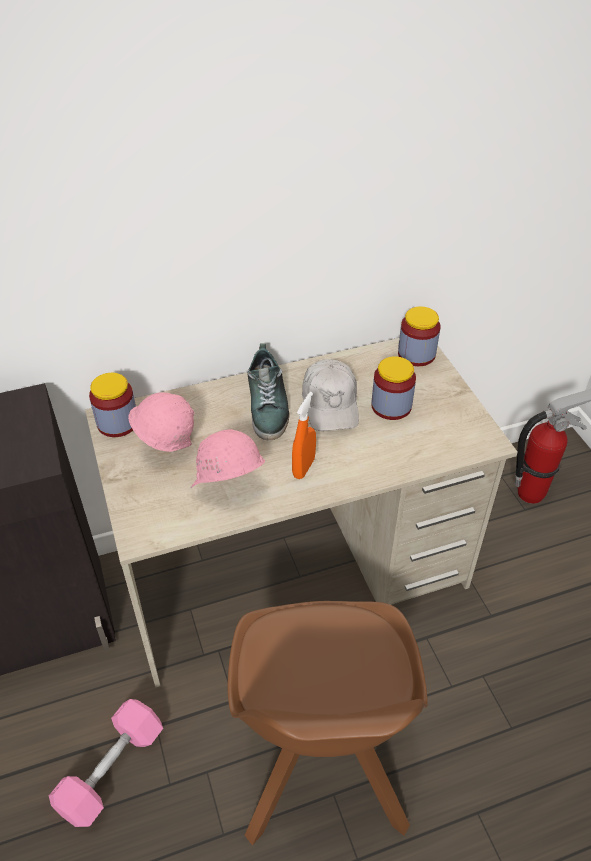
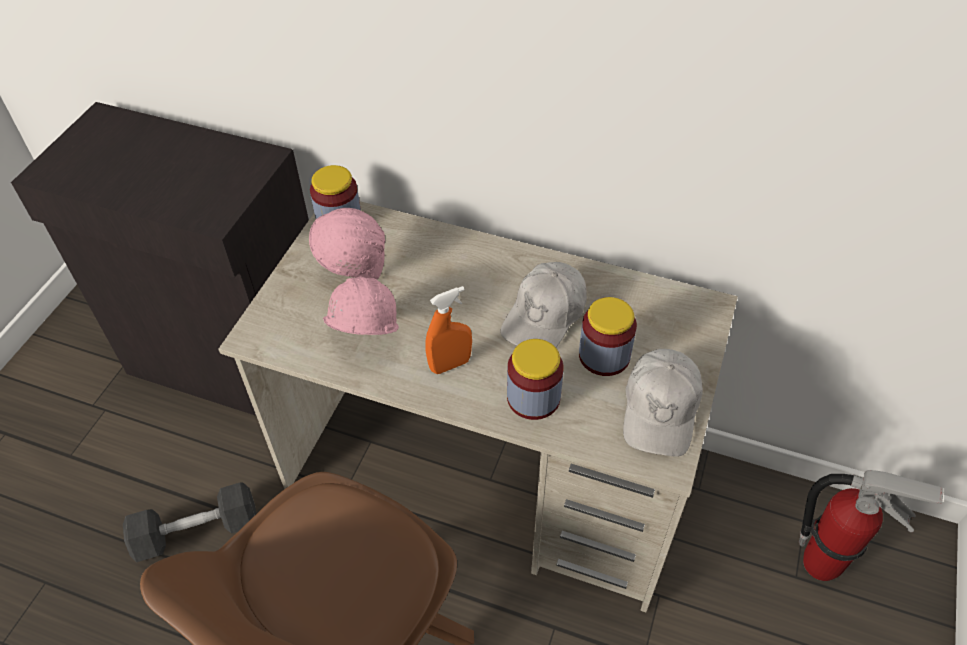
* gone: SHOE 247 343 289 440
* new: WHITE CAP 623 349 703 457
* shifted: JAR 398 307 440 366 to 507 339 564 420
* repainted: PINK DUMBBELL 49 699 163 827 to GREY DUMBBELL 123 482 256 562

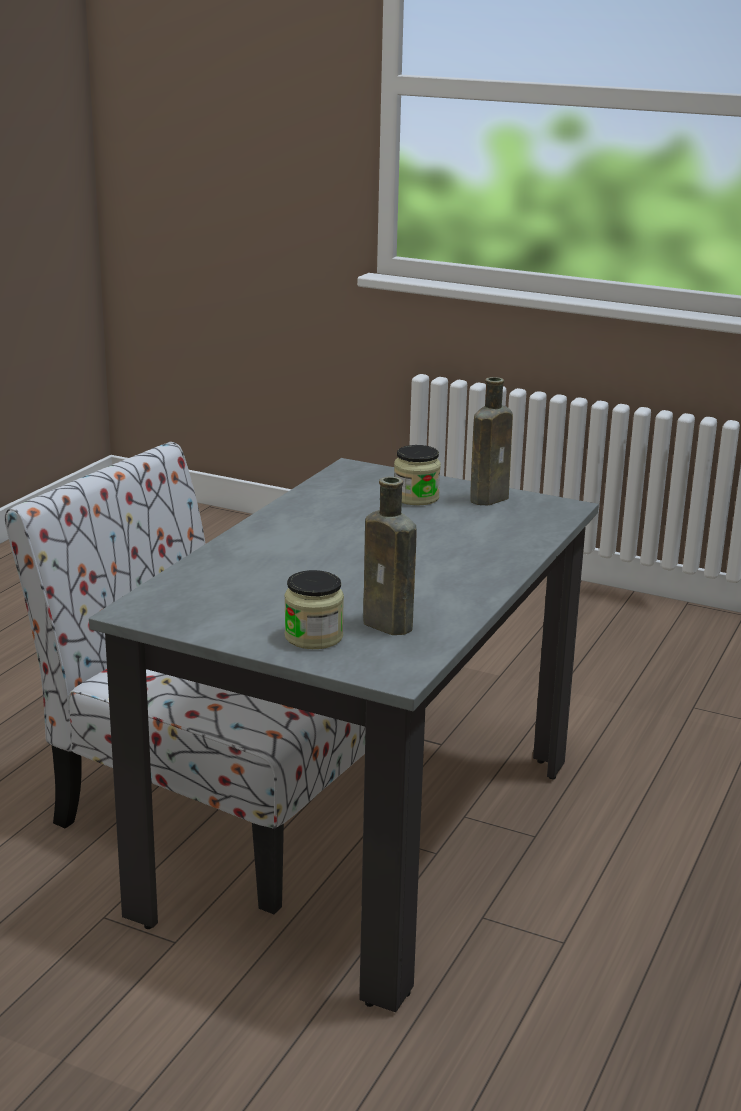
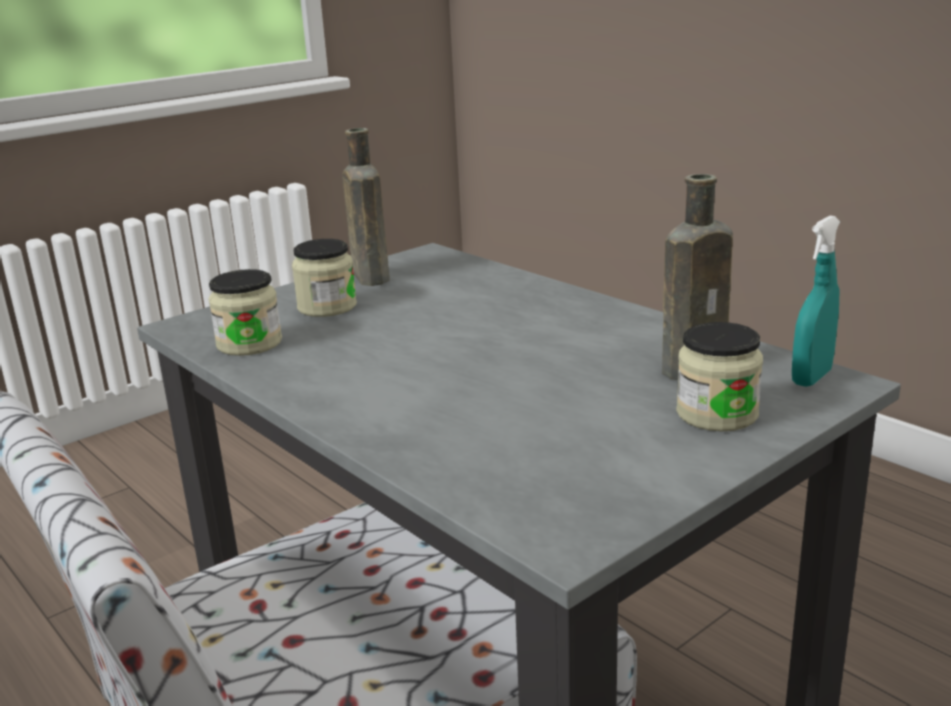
* new: JAR 208 269 282 356
* new: TURQUOISE SPRAY BOTTLE 792 216 840 387

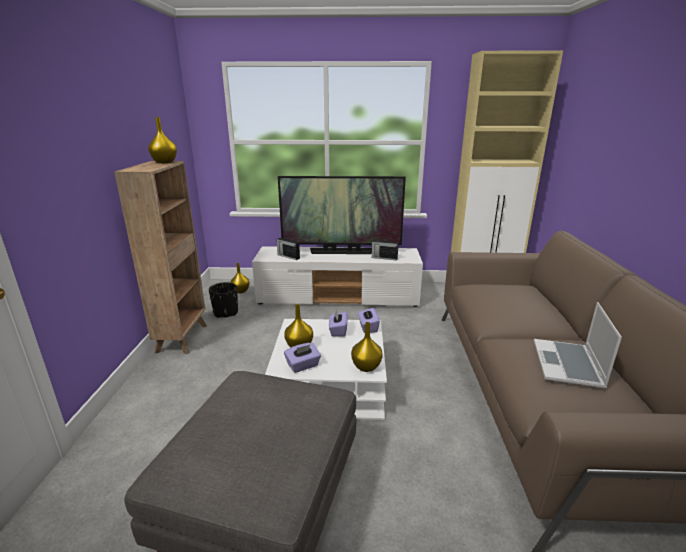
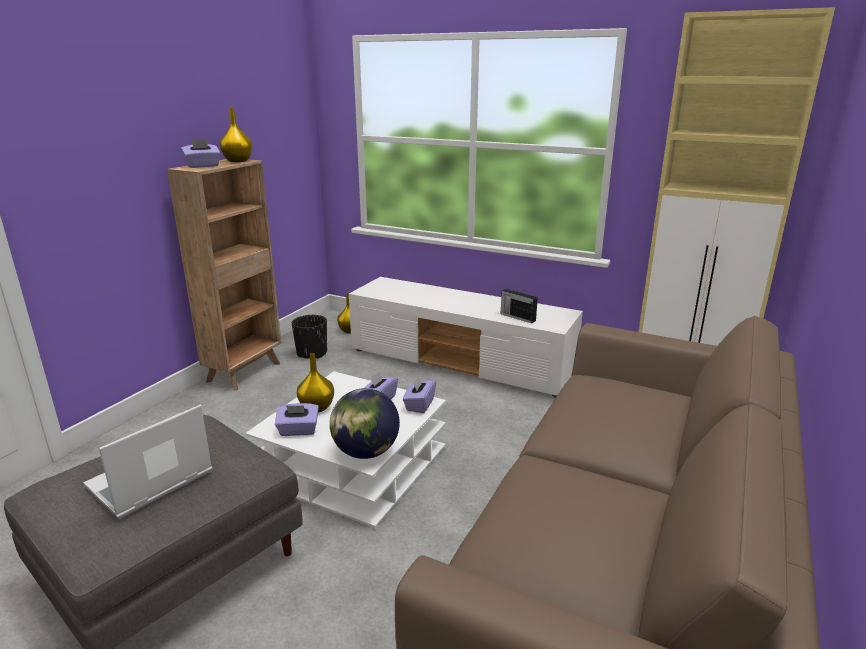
* gone: RADIO 277 238 300 260
* gone: TELEVISION 278 176 406 254
* new: PURPLE TISSUE BOX 181 139 220 168
* shifted: LAPTOP 534 302 622 388 to 83 404 213 519
* swapped: YELLOW VASE 351 322 383 372 to GLOBE 330 388 400 459

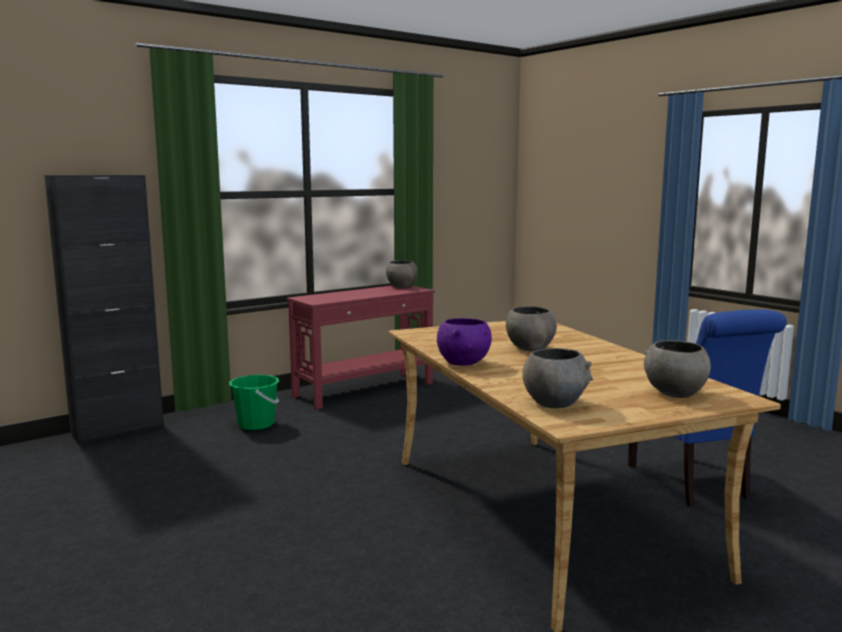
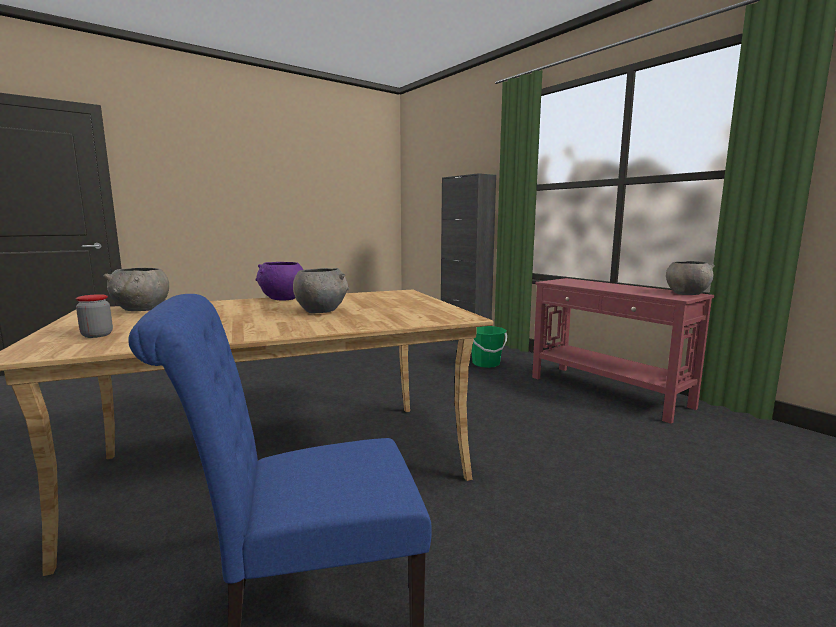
* swapped: GREY BOWL 644 340 711 398 to JAR 76 294 113 338

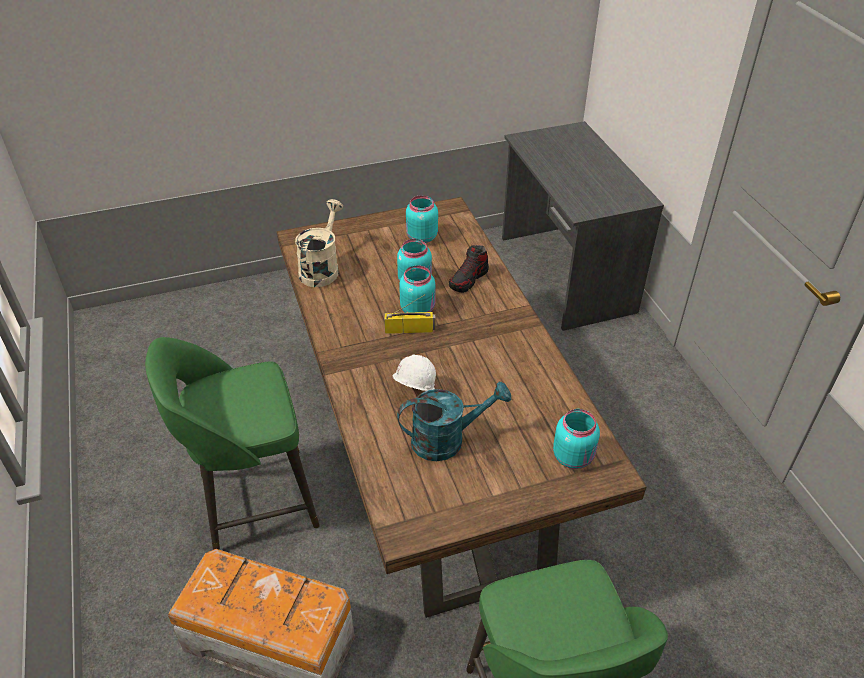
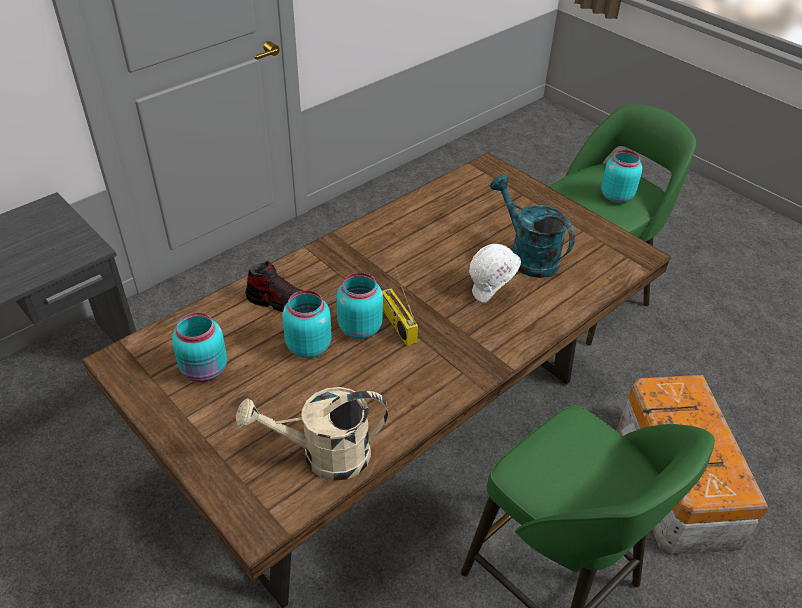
* shifted: TURQUOISE JAR 553 409 600 469 to 601 150 642 203

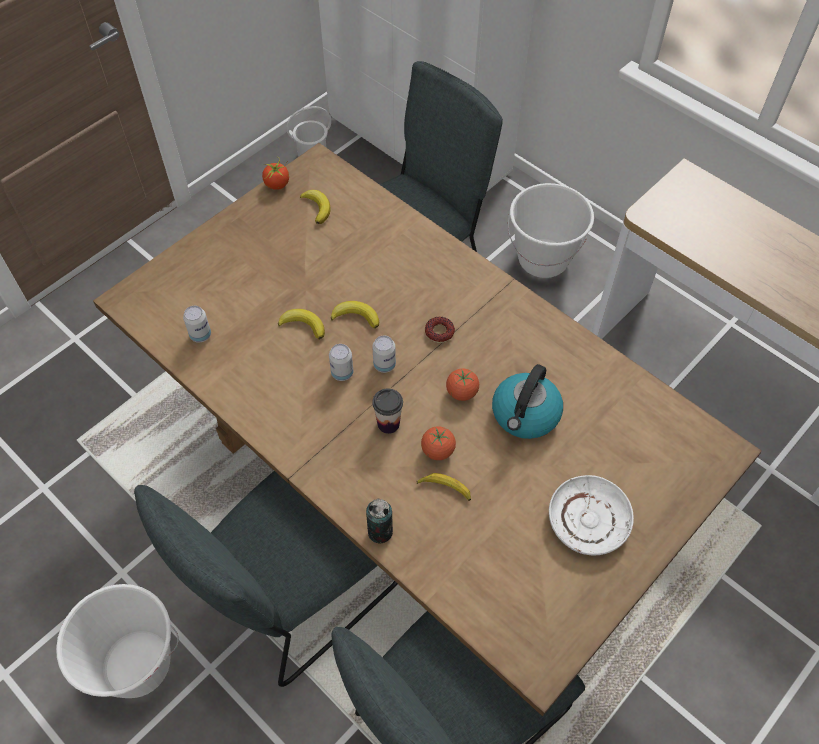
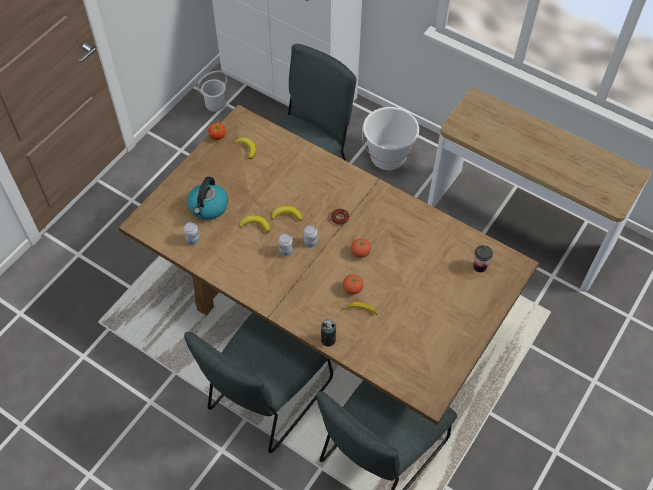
* gone: WHITE BUCKET 56 584 179 698
* gone: WHITE PLATE 549 475 634 555
* shifted: CUP 372 388 403 434 to 473 245 493 272
* shifted: KETTLE 492 364 563 439 to 187 176 228 220

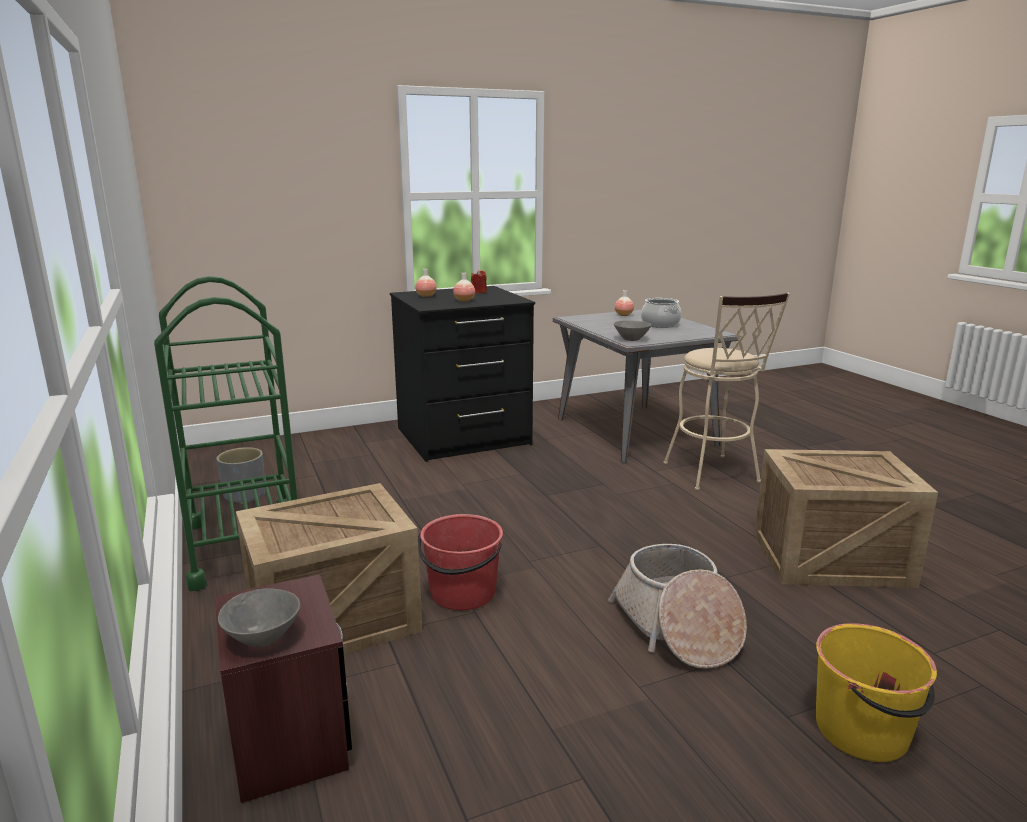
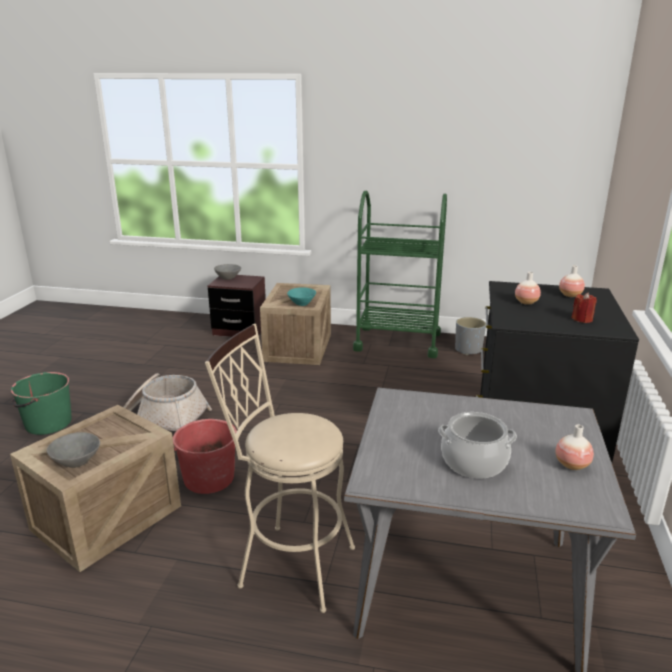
* new: TURQUOISE BOWL 287 287 316 306
* shifted: RED BUCKET 418 514 503 610 to 173 419 237 494
* shifted: GREY BOWL 614 320 651 341 to 47 432 100 468
* repainted: YELLOW BUCKET 816 623 937 762 to GREEN BUCKET 11 372 71 435

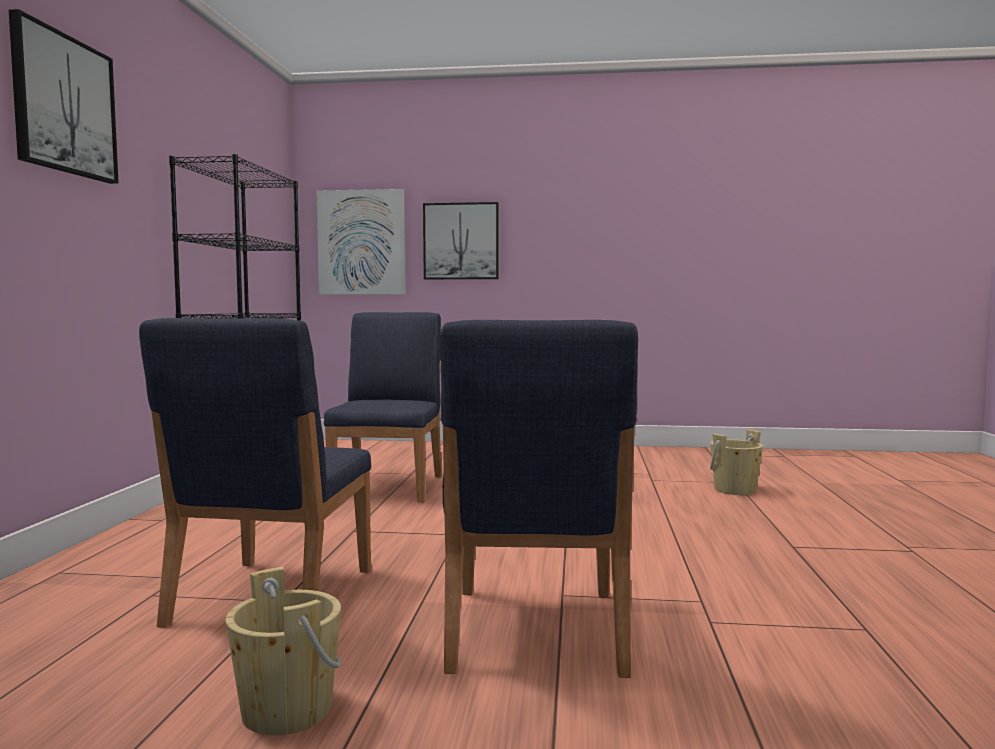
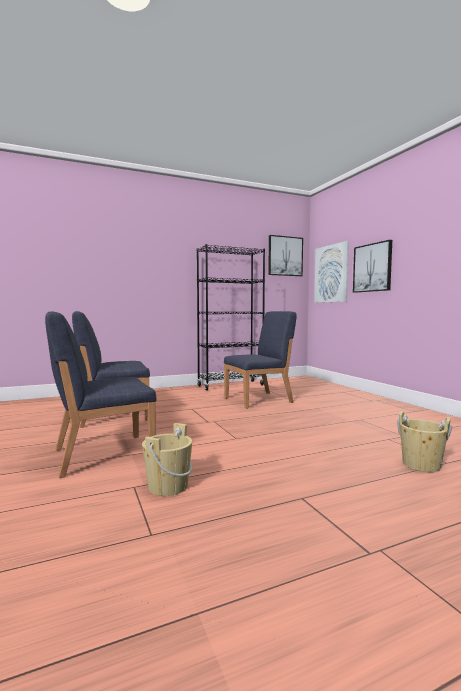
* shifted: PICTURE 9 9 119 184 to 268 235 303 276
* shifted: BEIGE BUCKET 226 567 341 735 to 142 423 192 496

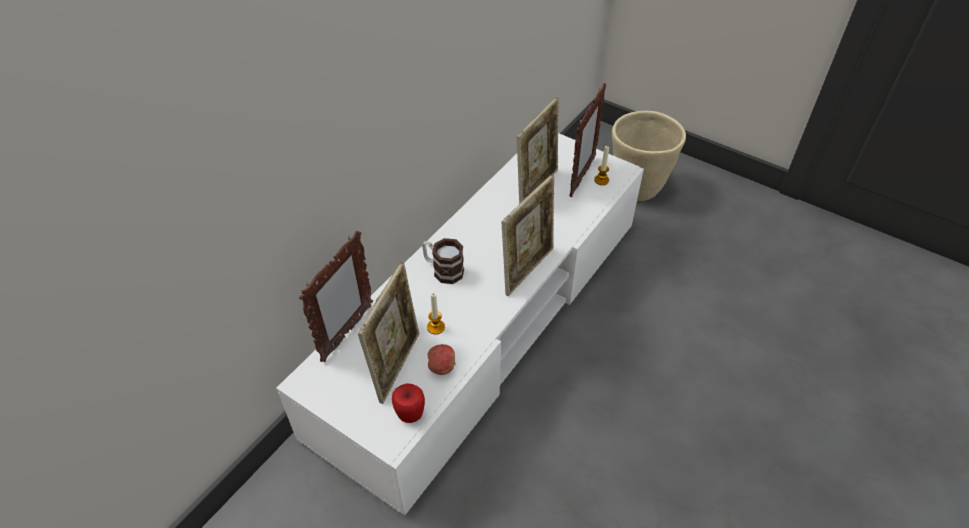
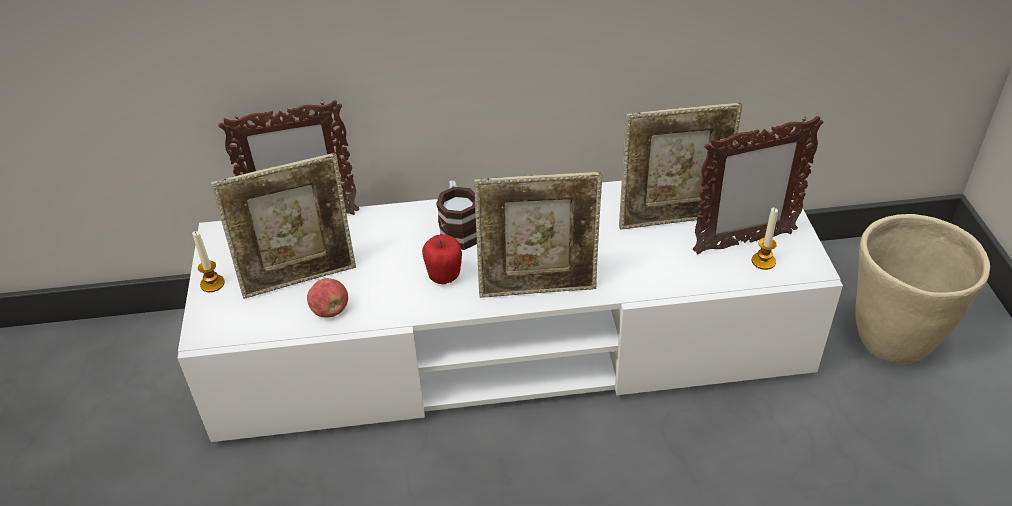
* shifted: APPLE 392 384 425 423 to 422 234 462 284
* shifted: CANDLE 427 293 445 335 to 192 231 225 292

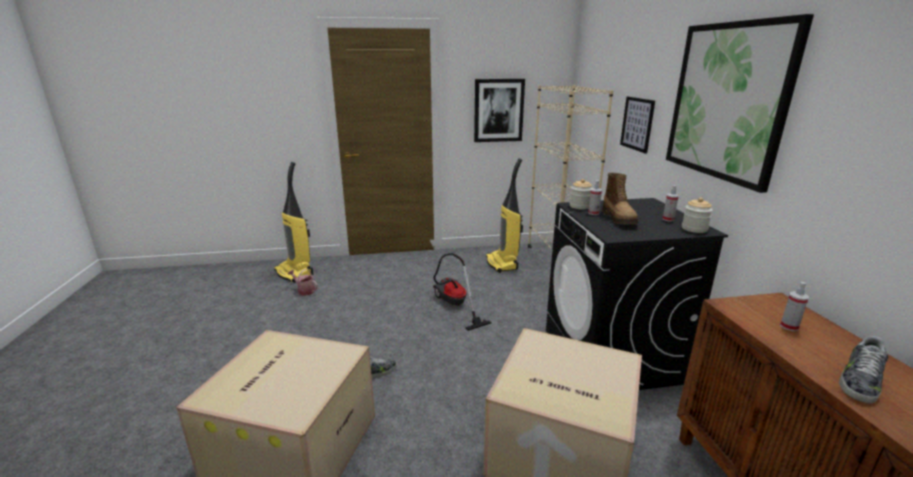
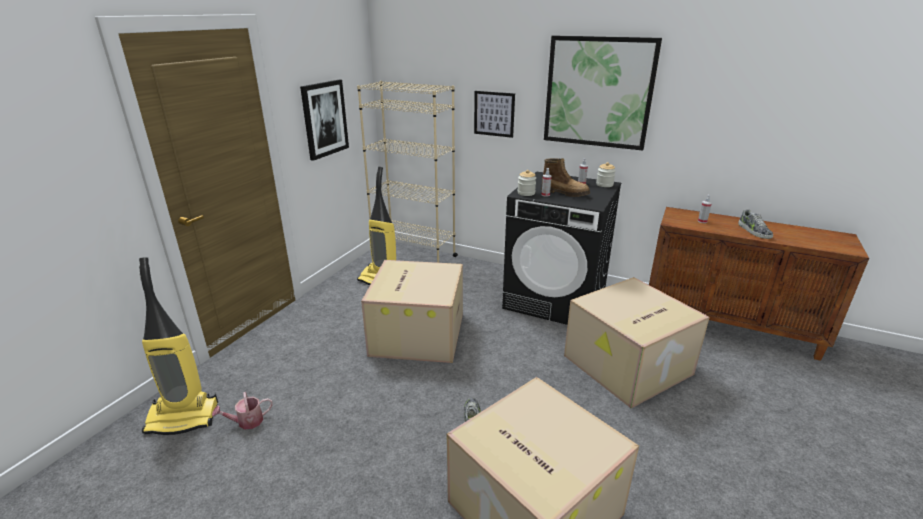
* swapped: VACUUM CLEANER 433 253 492 331 to CARDBOARD BOX 361 260 463 363

